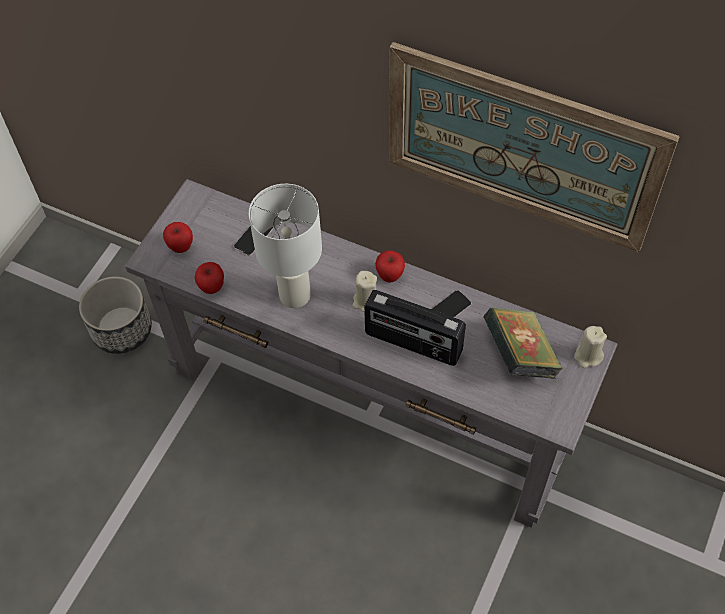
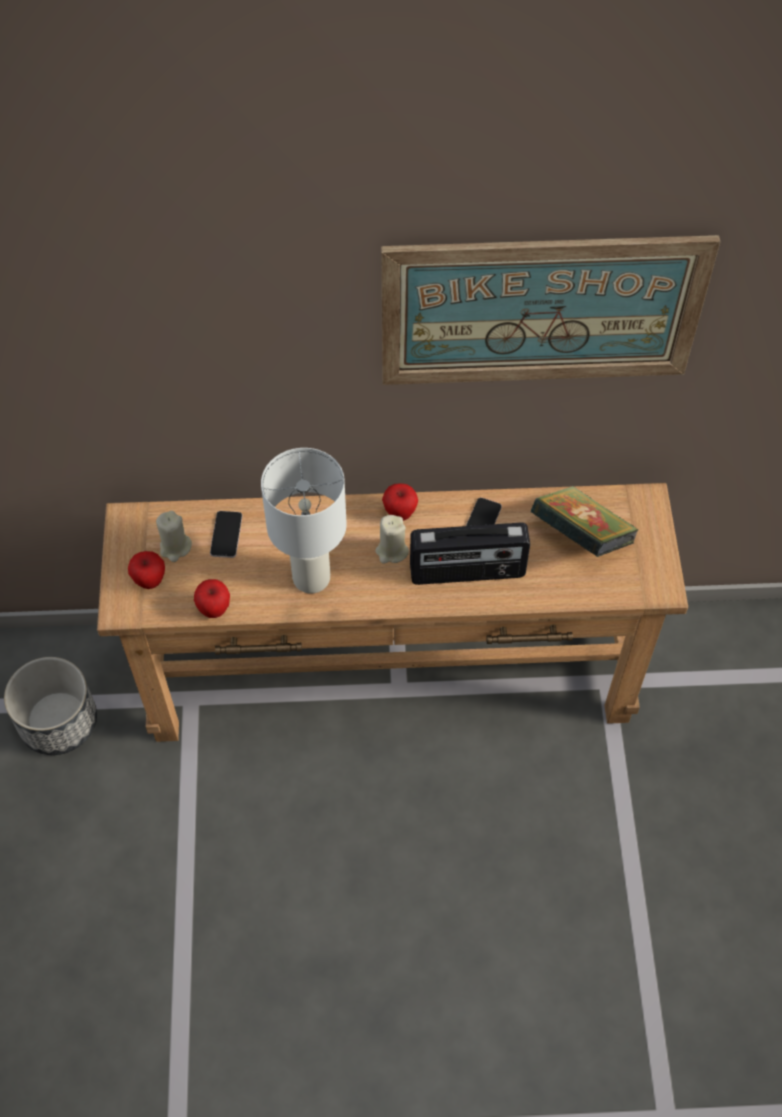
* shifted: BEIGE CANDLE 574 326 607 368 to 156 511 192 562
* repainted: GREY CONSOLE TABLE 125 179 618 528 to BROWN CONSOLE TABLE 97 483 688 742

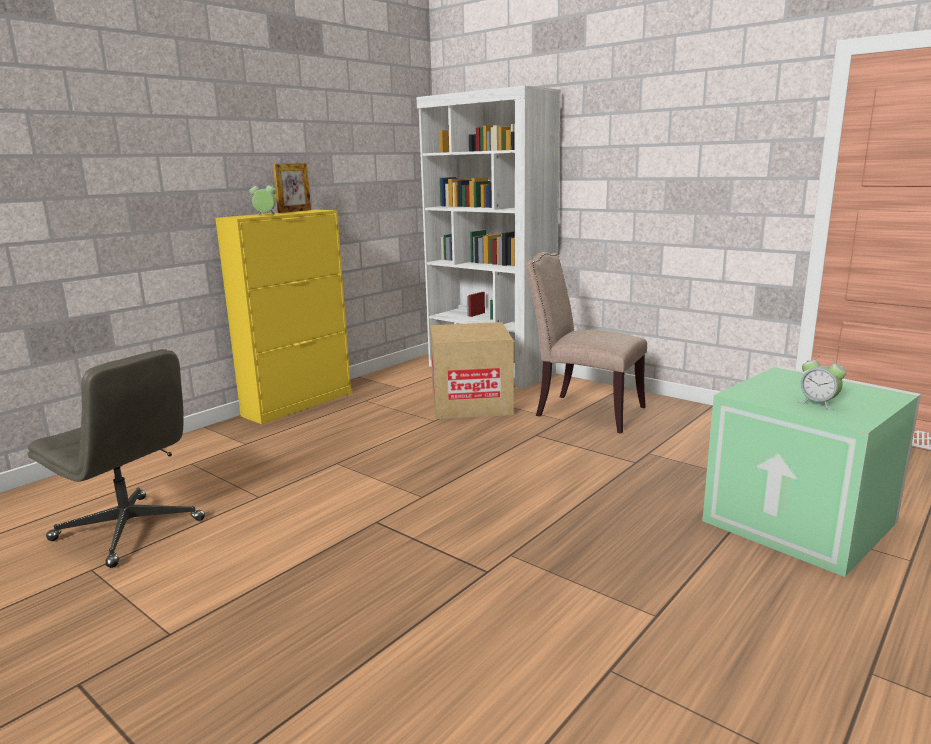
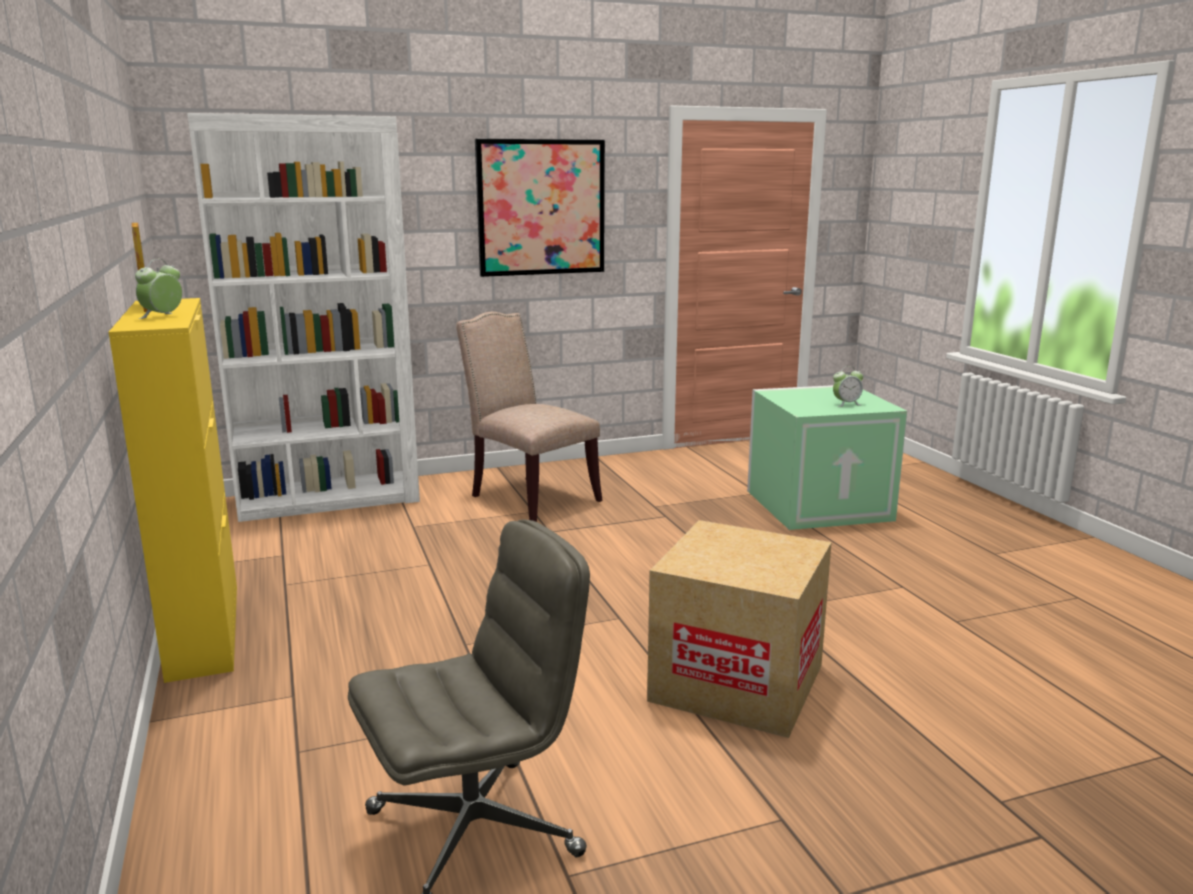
* new: PICTURE 475 139 605 277
* shifted: CARDBOARD BOX 430 322 514 419 to 647 520 832 738
* rotated: BEIGE CHAIR 526 252 647 434 = 456 312 603 522 75 degrees clockwise

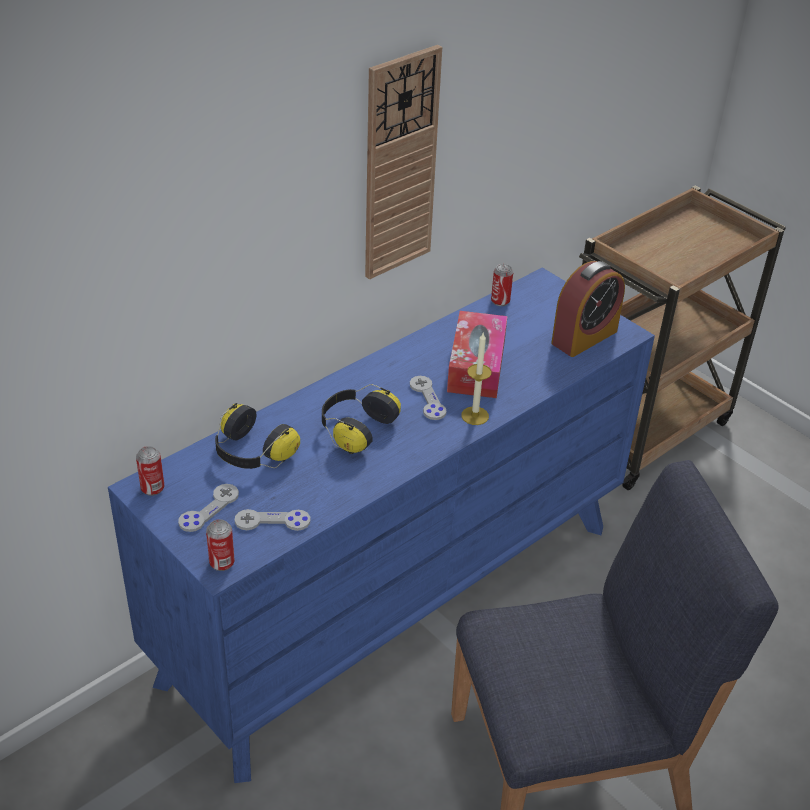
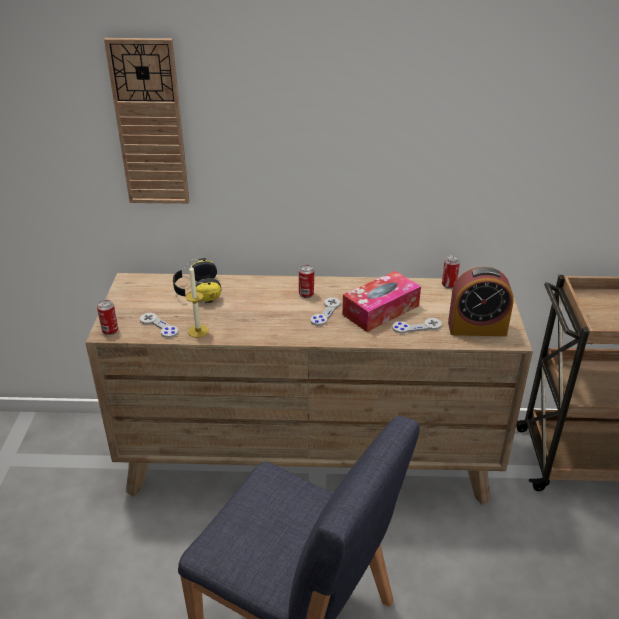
* gone: HEADPHONES 322 384 401 454
* shifted: CAN 136 446 164 496 to 299 265 314 298
* shifted: GREY GAME CONTROLLER 178 484 239 532 to 392 318 442 333
* shifted: WALL CLOCK 365 45 442 280 to 104 38 190 204
* shifted: CANDLE 461 333 492 425 to 185 265 209 338
* repainted: BLUE DRESSER 108 267 655 783 to BROWN DRESSER 86 273 533 505

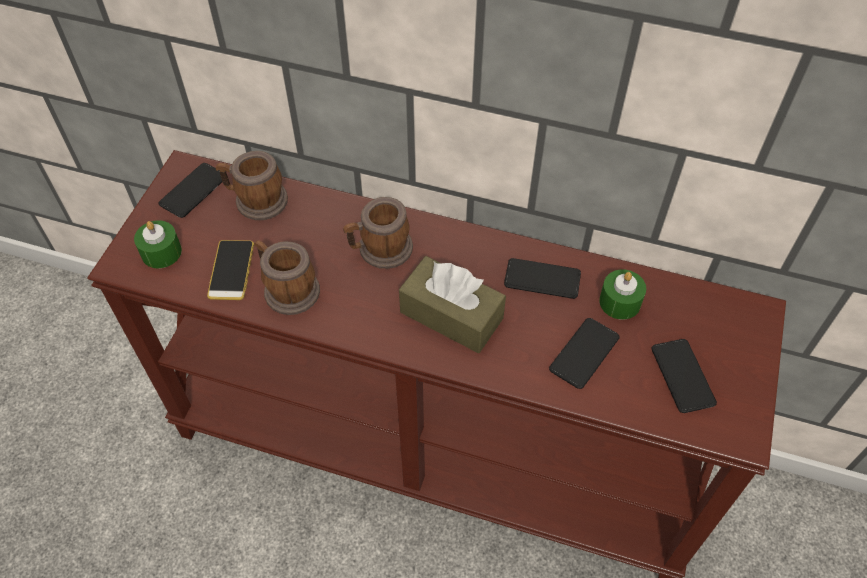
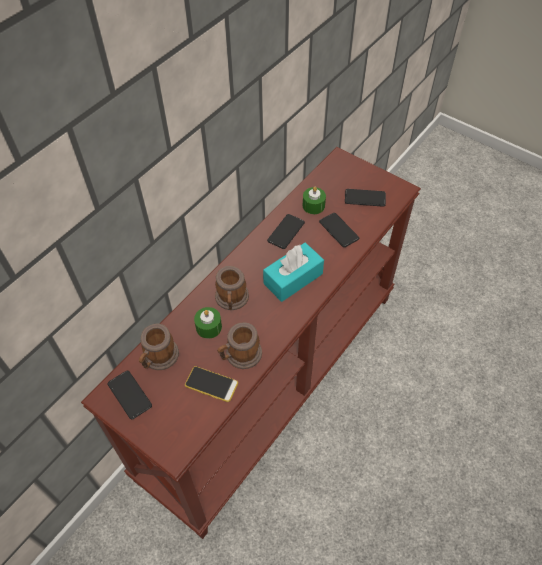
* shifted: GREEN CANDLE 134 220 182 268 to 194 307 222 339
* repainted: BROWN TISSUE BOX 399 256 506 353 to TURQUOISE TISSUE BOX 263 243 324 302

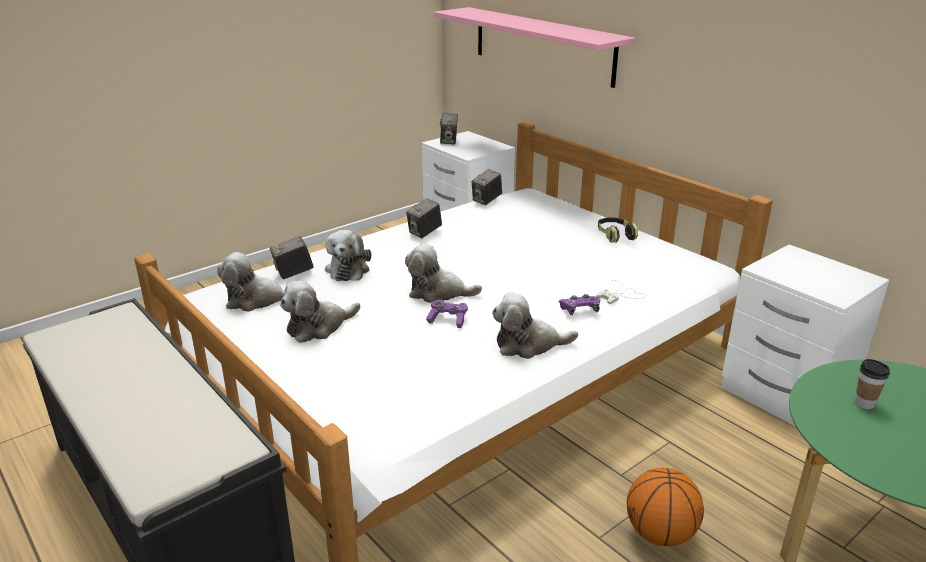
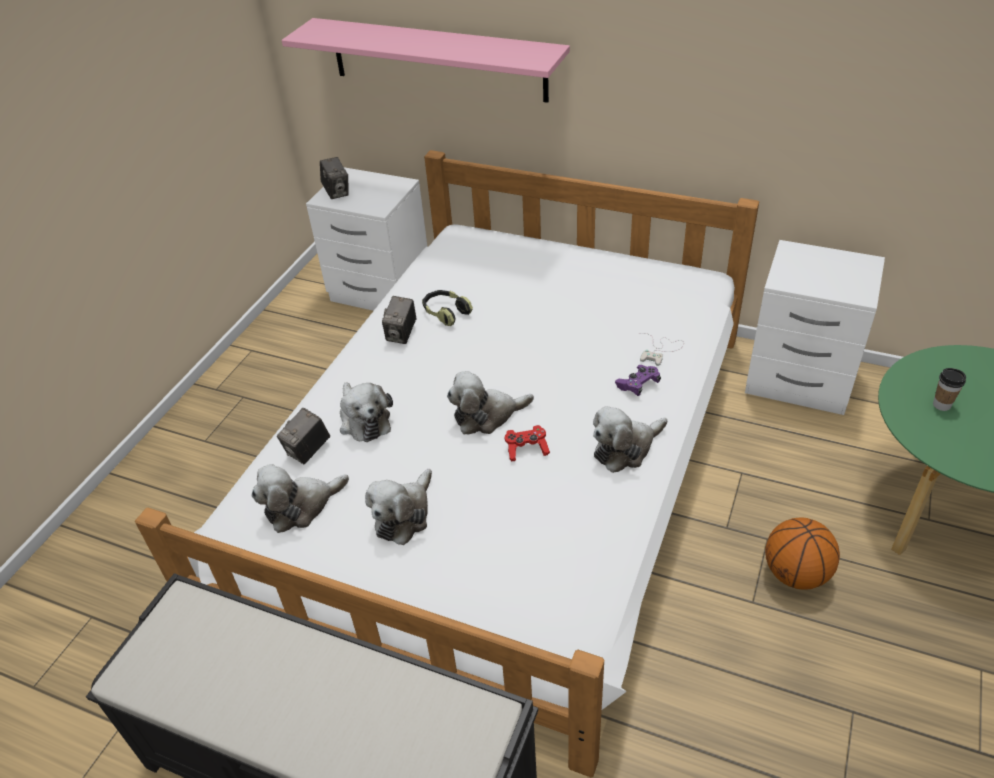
* gone: PHOTO CAMERA 472 169 502 205
* shifted: HEADPHONES 598 218 638 243 to 422 290 473 326
* repainted: PURPLE GAME CONTROLLER 426 299 468 328 to RED GAME CONTROLLER 505 425 550 462

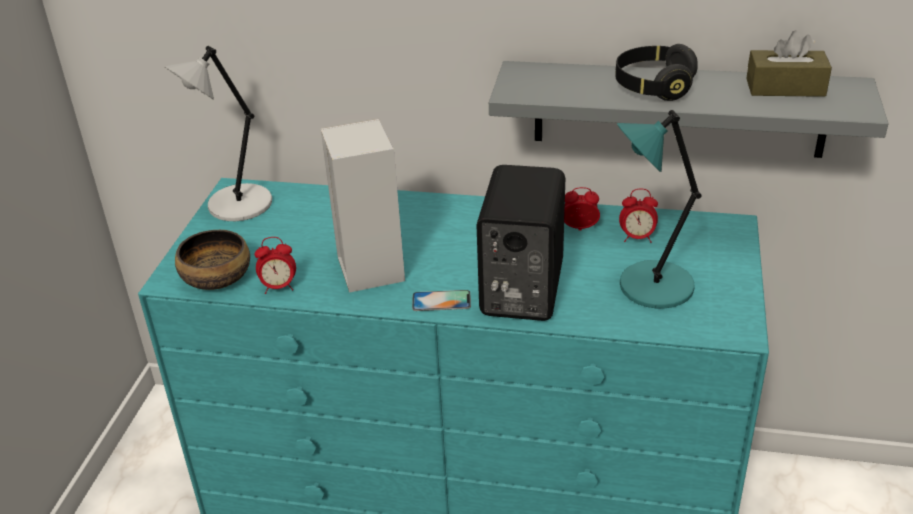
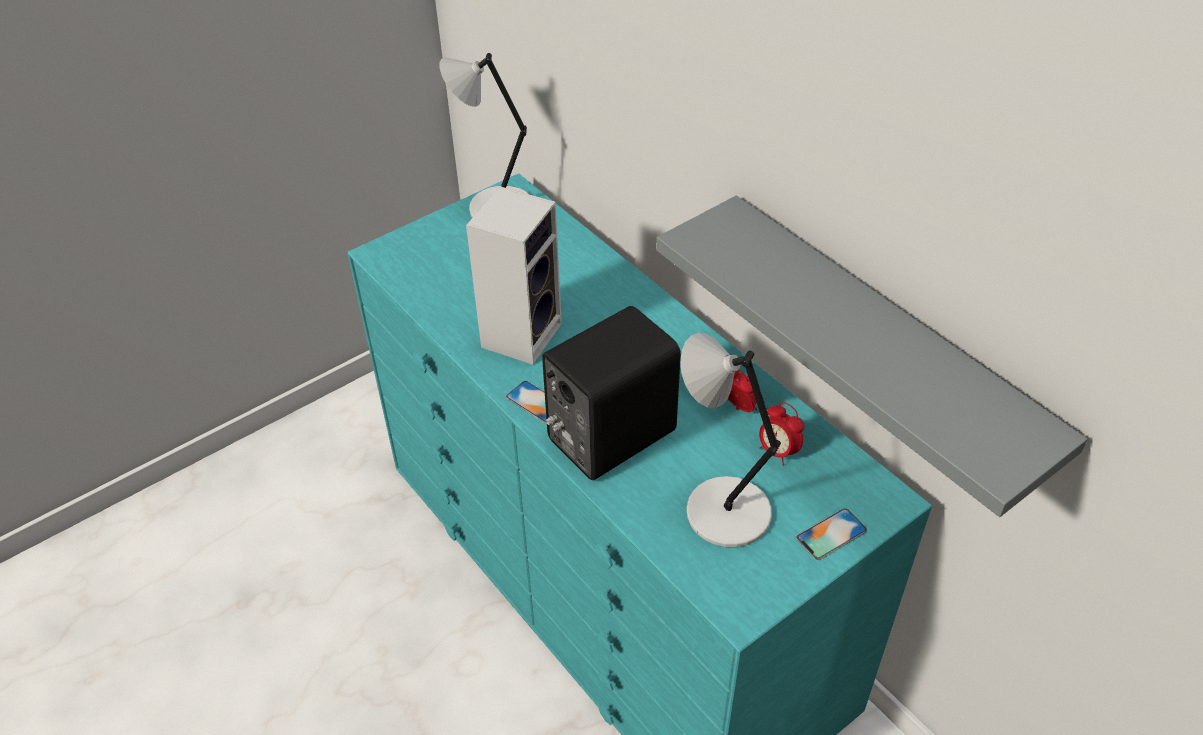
* gone: BOWL 175 230 250 290
* gone: ALARM CLOCK 254 237 296 294
* gone: BLACK HEADPHONES 616 44 698 101
* gone: BROWN TISSUE BOX 746 30 832 97
* new: PHONE 796 508 867 560
* repainted: TURQUOISE TABLE LAMP 617 110 702 309 to GREY TABLE LAMP 680 333 781 547

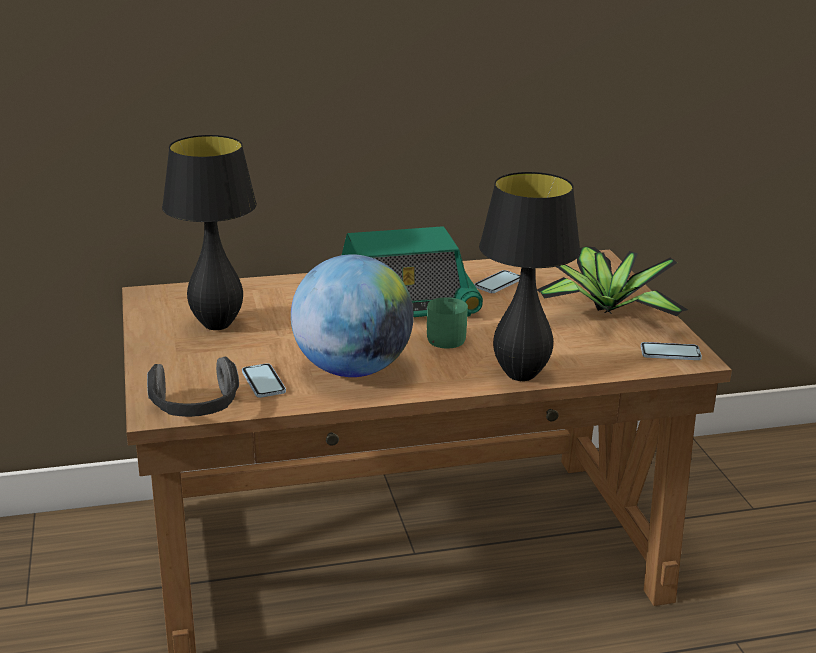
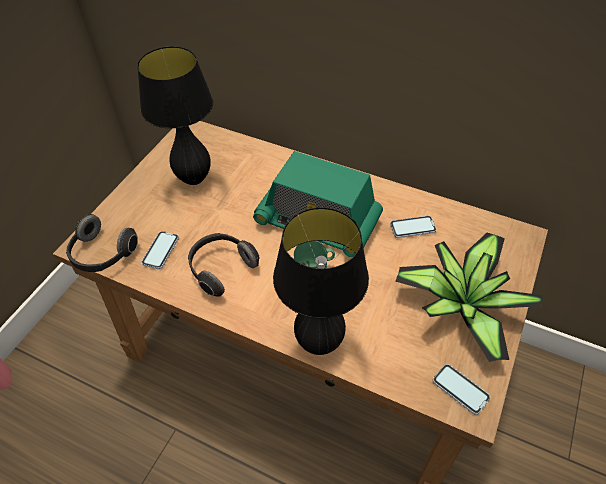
* swapped: GLOBE 291 254 414 377 to HEADPHONES 188 233 259 297

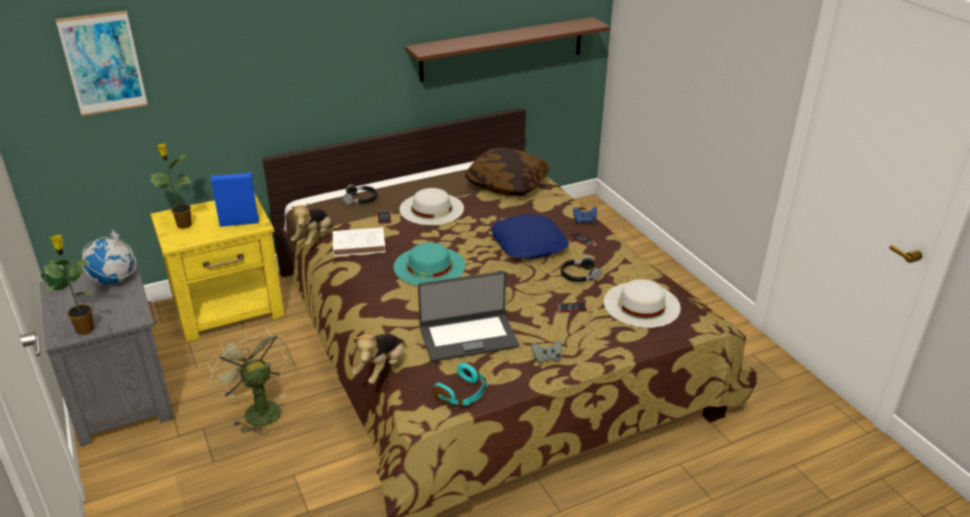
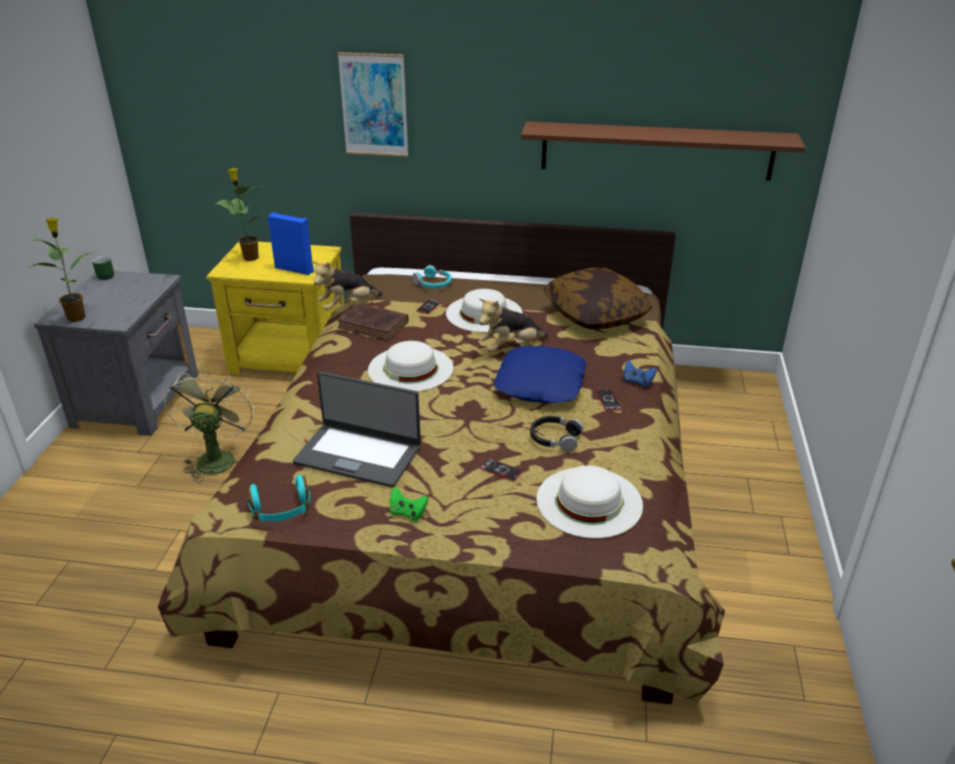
* gone: GLOBE 82 228 136 284
* shifted: PICTURE 55 11 148 116 to 338 52 408 157
* shifted: PLUSH TOY 352 333 406 384 to 479 299 548 352
* repainted: WHITE BOOK 333 227 386 257 to BROWN BOOK 337 303 409 341
* repainted: BLACK HEADPHONES 343 184 377 205 to TURQUOISE HEADPHONES 412 265 452 288
* repainted: TURQUOISE HAT 394 243 465 286 to WHITE HAT 368 341 453 392
* repainted: GREY GAME CONTROLLER 532 340 562 363 to GREEN GAME CONTROLLER 390 487 429 521

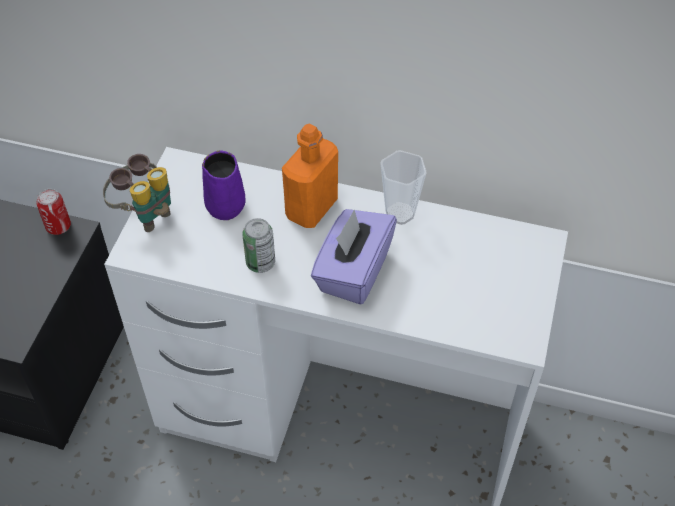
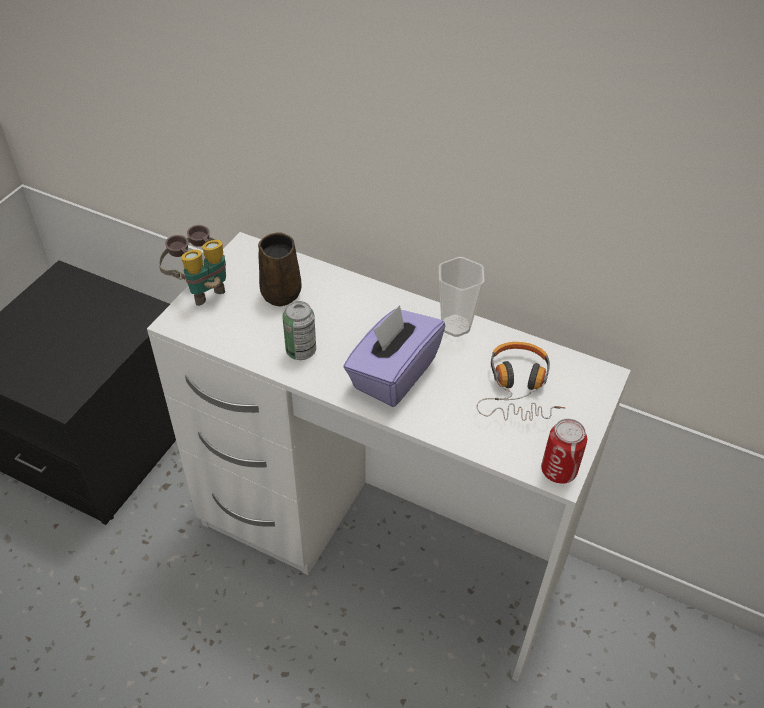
* gone: ORANGE BOTTLE 282 124 338 228
* new: HEADPHONES 476 342 565 421
* shifted: CAN 36 189 71 235 to 541 419 587 484
* repainted: PURPLE MUG 202 150 246 220 to BROWN MUG 258 232 302 306

